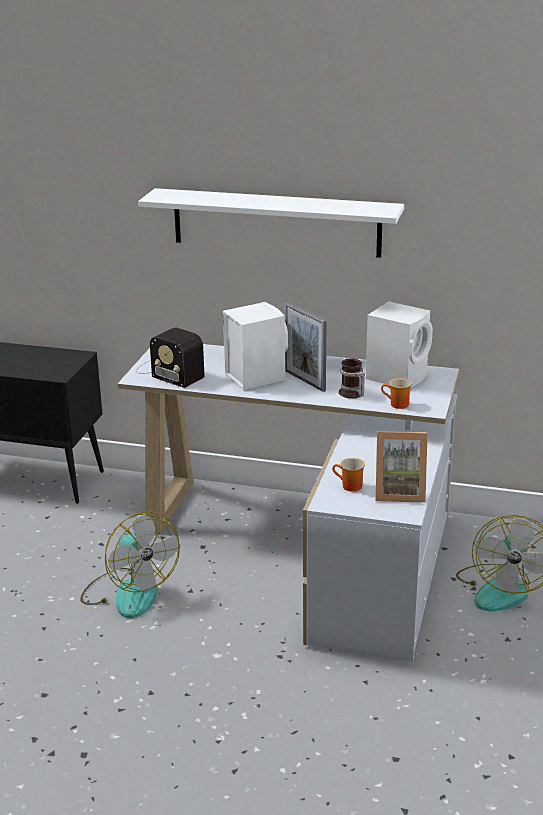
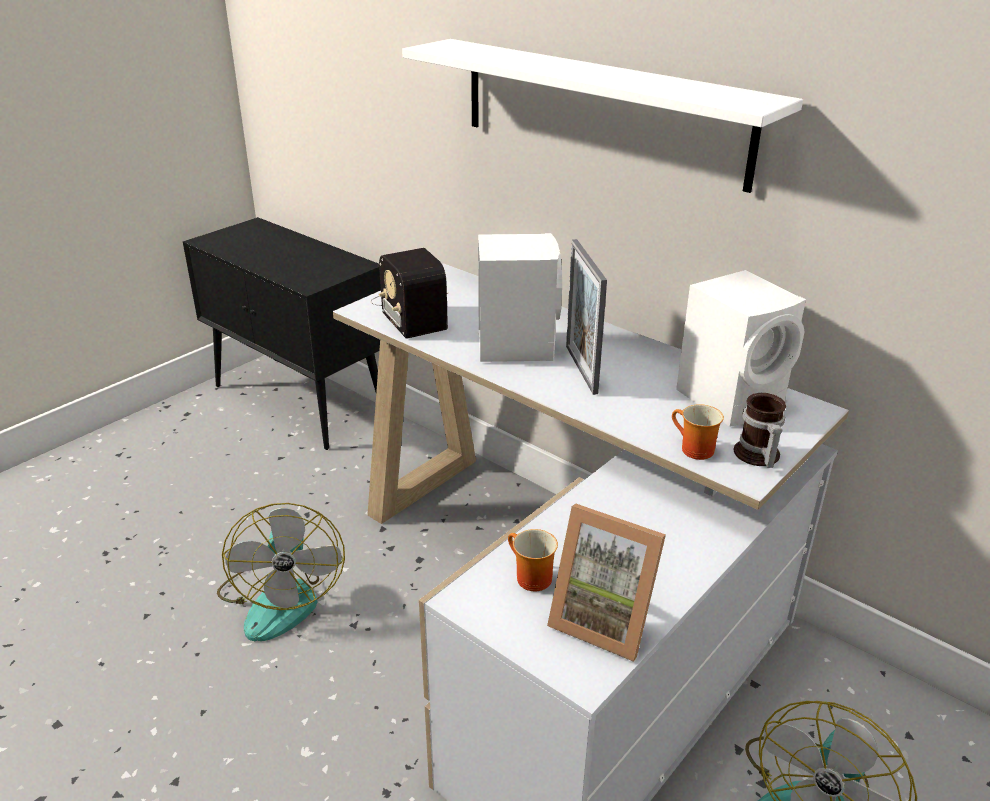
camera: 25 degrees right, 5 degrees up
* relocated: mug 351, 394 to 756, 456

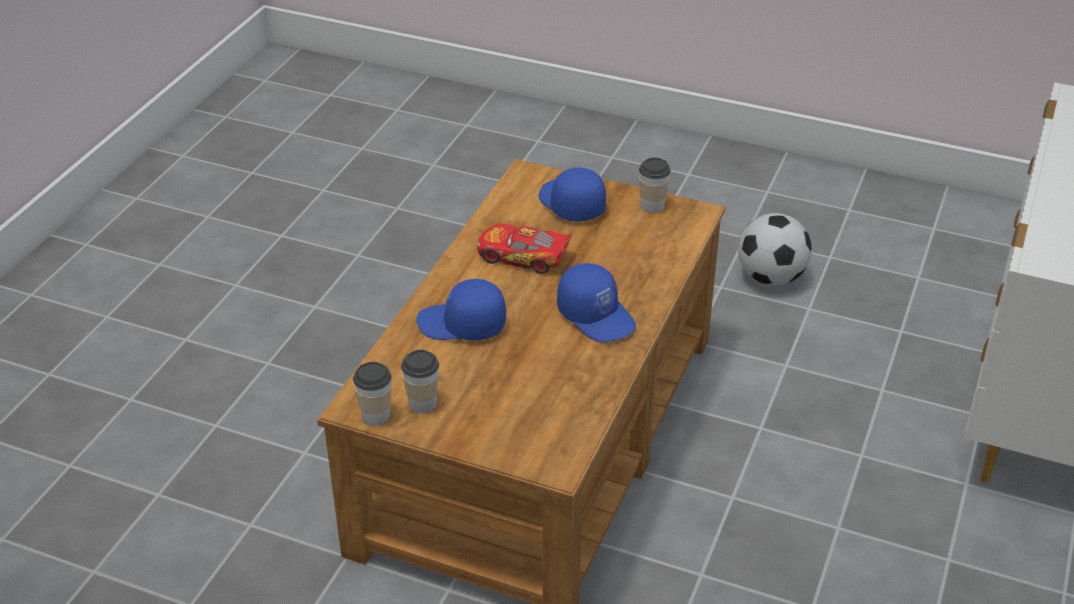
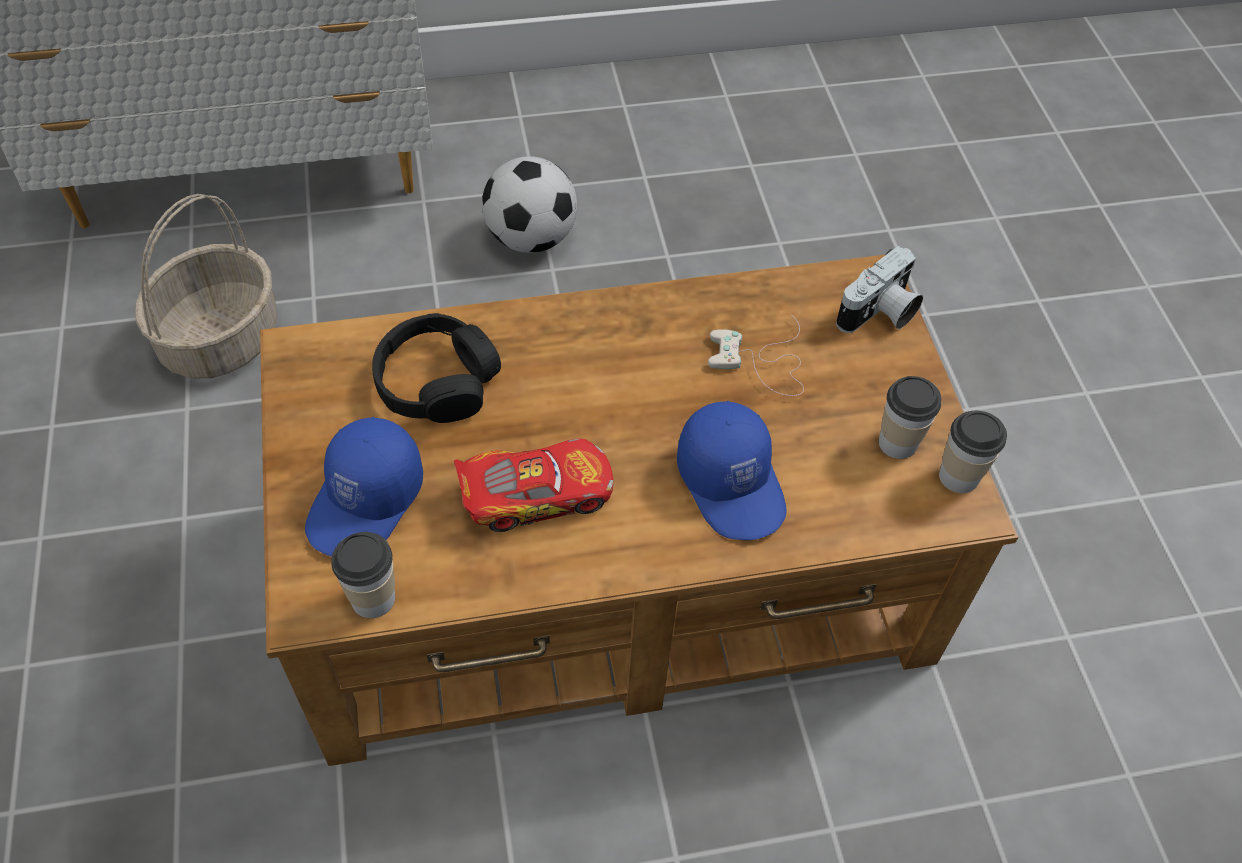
camera: 125 degrees left, 15 degrees up
* appeared: basket 220, 338
* relocated: cup 652, 206 to 373, 599
* appeared: black headphones 437, 382
* spun: toy car 523, 256 = 537, 494 90 degrees counterclockwise
* relocated: football 771, 277 to 531, 238
* appeared: white game controller 762, 362
* appeared: photo camera 879, 314
* missing: blue cap 597, 316

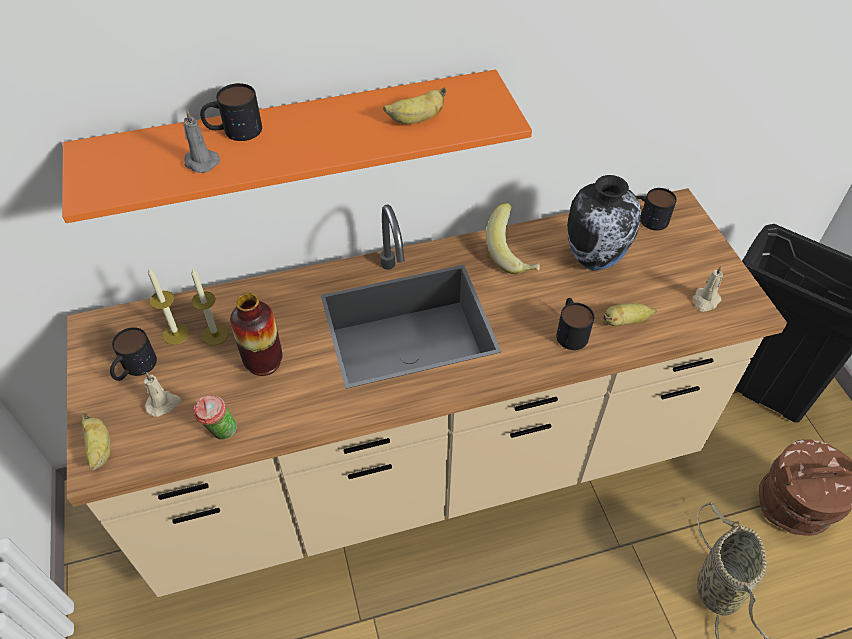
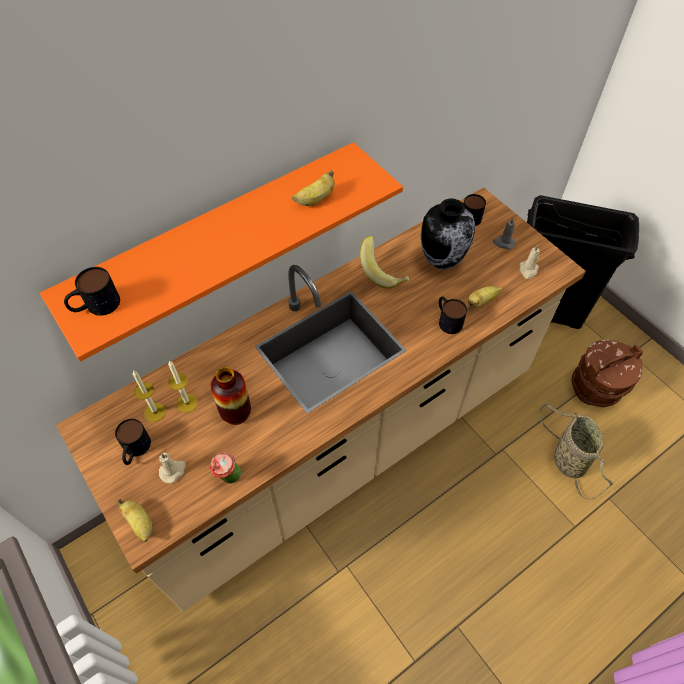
camera: 20 degrees left, 5 degrees up
* relocated: mug 234, 130 to 95, 306
* relocated: grey candle 200, 162 to 503, 243

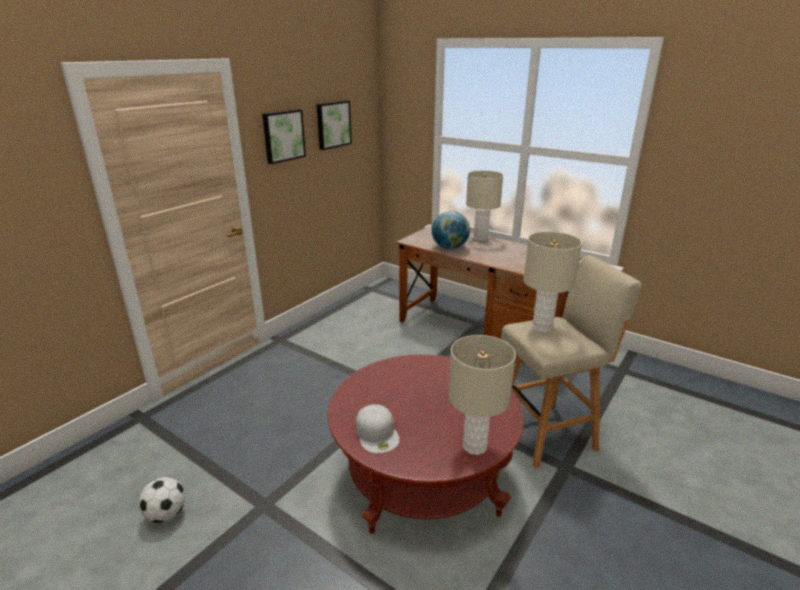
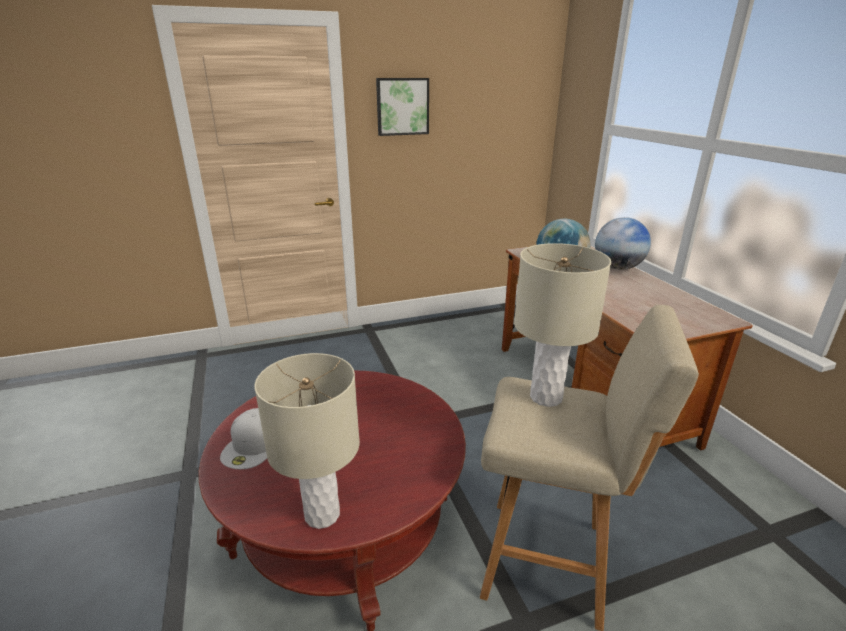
camera: 35 degrees right, 0 degrees up
* exchanged: beige table lamp 480, 238 to globe 617, 268
* missing: football 167, 514
* missing: picture 332, 124

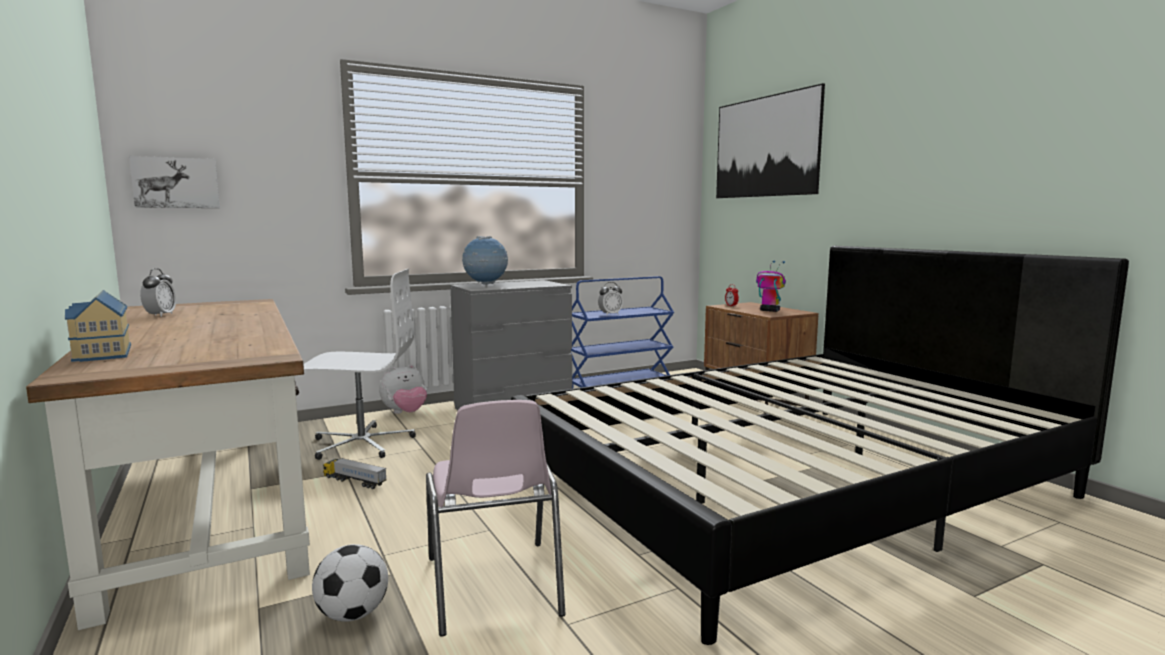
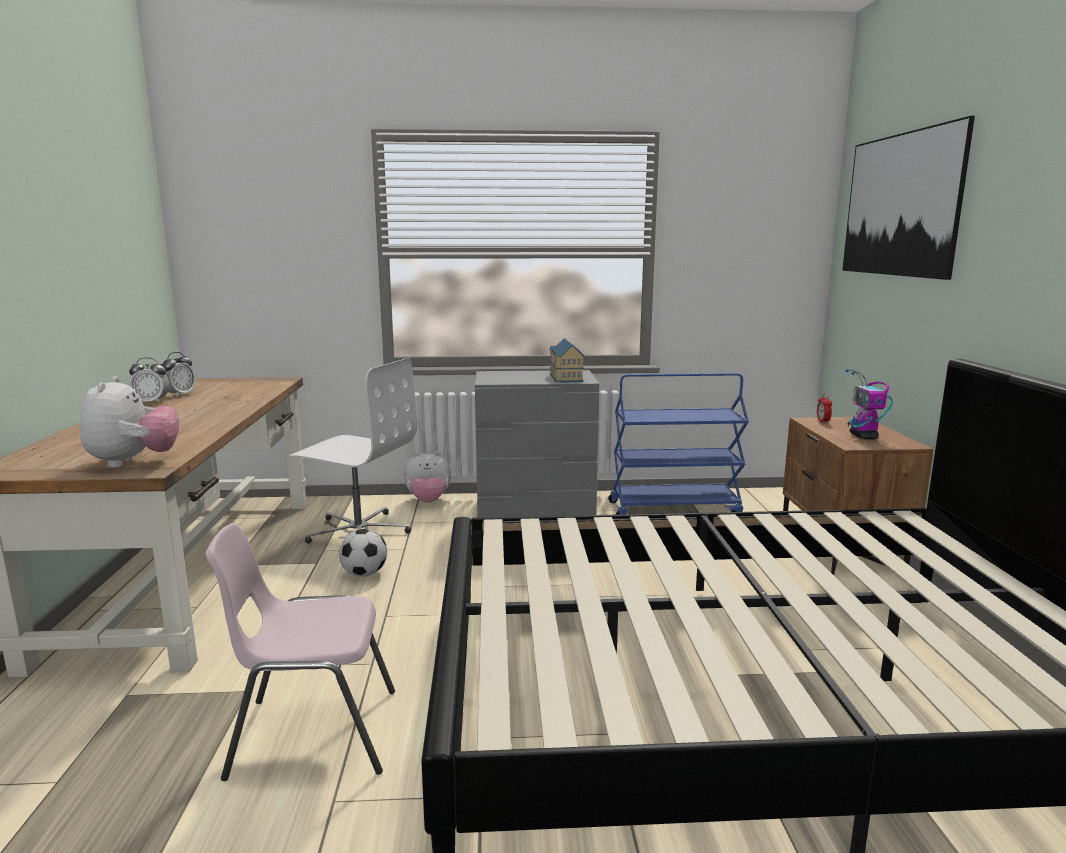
camera: 25 degrees right, 5 degrees up
* appeared: plush toy 133, 462
* relocated: alarm clock 610, 314 to 152, 402
* spun: pink chair 493, 587 = 312, 733 75 degrees clockwise
* relocated: football 352, 614 to 364, 574
* relocated: toy house 100, 353 to 564, 377
* spun: toy robot 769, 310 = 863, 437 150 degrees counterclockwise
* missing: picture 176, 183
* missing: toy truck 354, 481
* missing: globe 485, 284

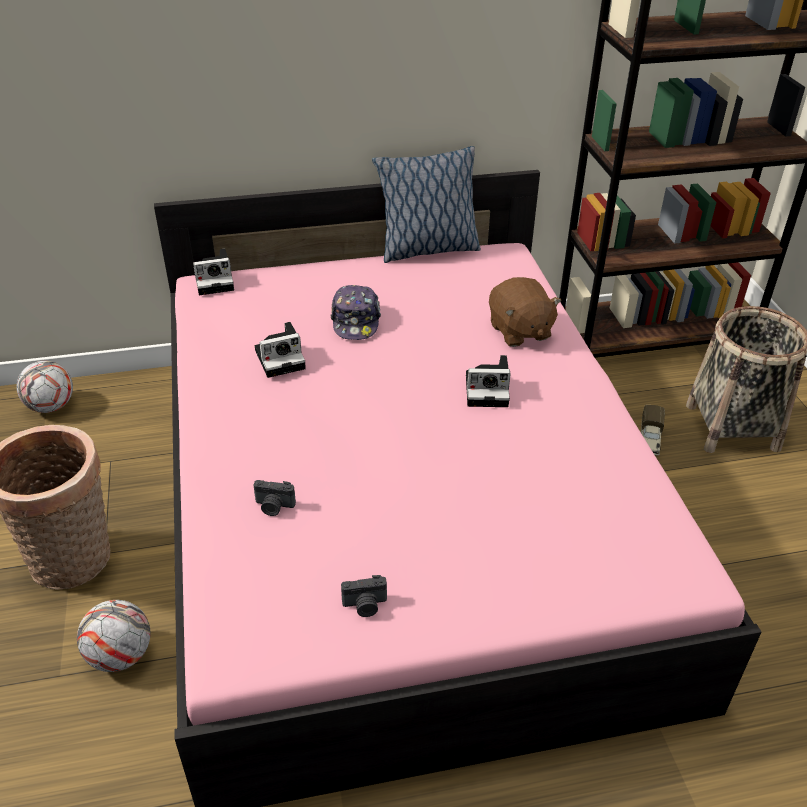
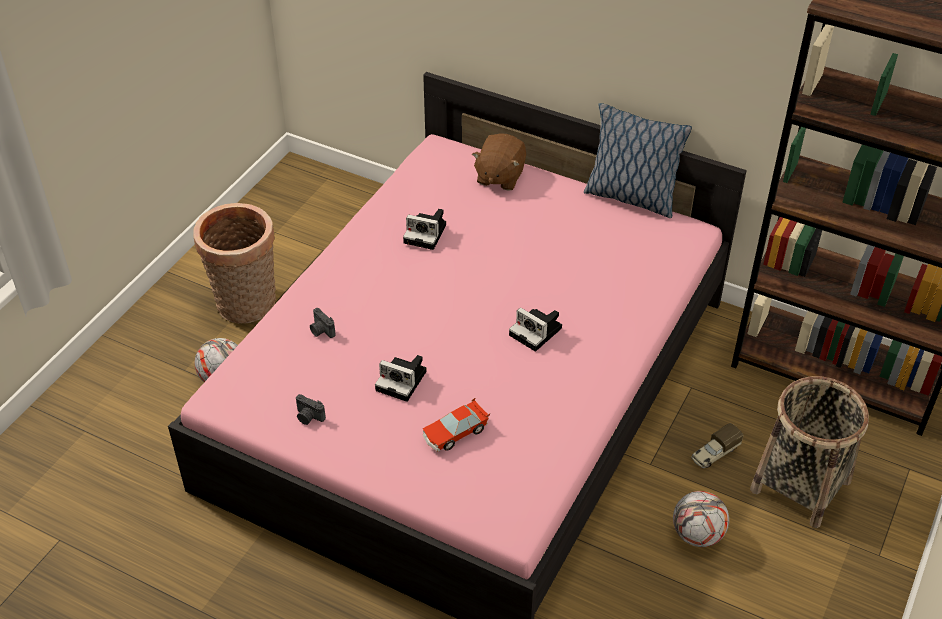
camera: 40 degrees right, 5 degrees up
* relocated: photo camera 216, 281 to 403, 381
* appeared: toy car 455, 433
* relocated: brown plush toy 519, 331 to 499, 177
* relocated: football 51, 406 to 697, 535
* missing: cap 356, 321

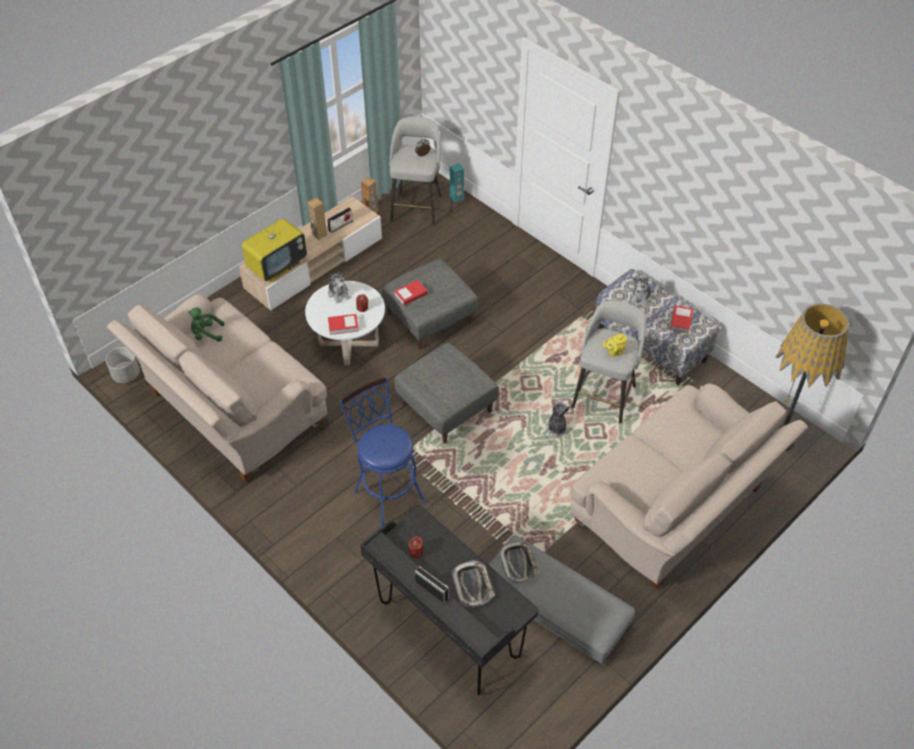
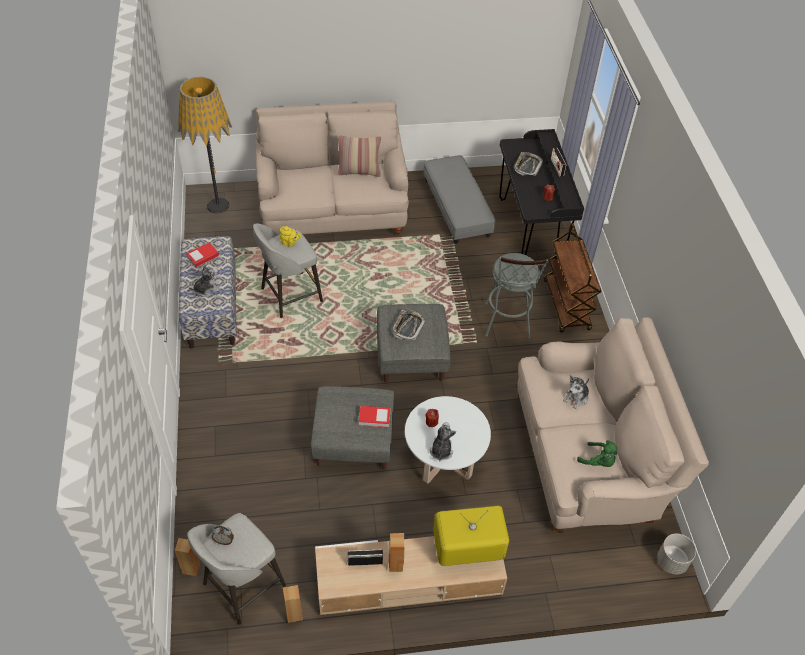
camera: 145 degrees left, 0 degrees up
* colour: turquoise speaker 456, 198 to brown speaker 191, 568
* appeared: pillow 359, 171
* relocated: tray 518, 563 to 408, 327
* colour: blue stool 386, 493 to grey stool 507, 324
* appeared: brown cart 566, 305
* relocated: plush toy 556, 427 to 576, 398
* missing: book 343, 326

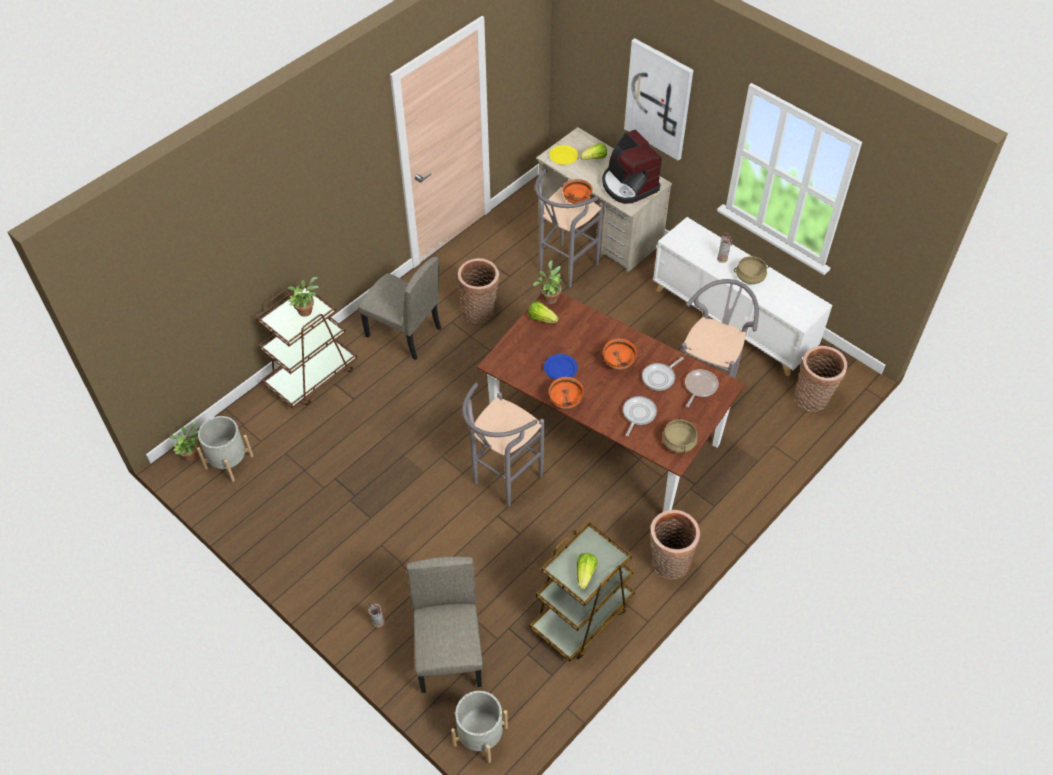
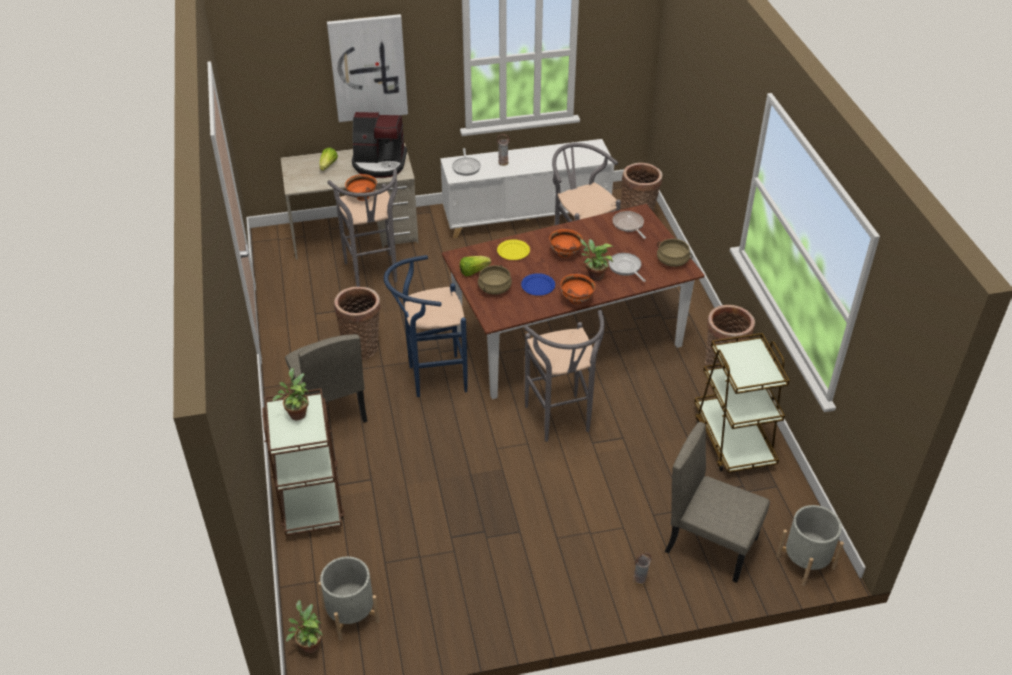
camera: 55 degrees left, 10 degrees down
* spun: beige chair 403, 332 = 330, 407 90 degrees clockwise
* appeared: blue stool 431, 378
* relocated: frying pan 660, 377 to 466, 167
* relocated: beige cooking pot 750, 276 to 494, 288
* relocated: yellow plate 563, 156 to 513, 251
* relocated: potted plant 549, 297 to 594, 276
* missing: lettuce 585, 574

